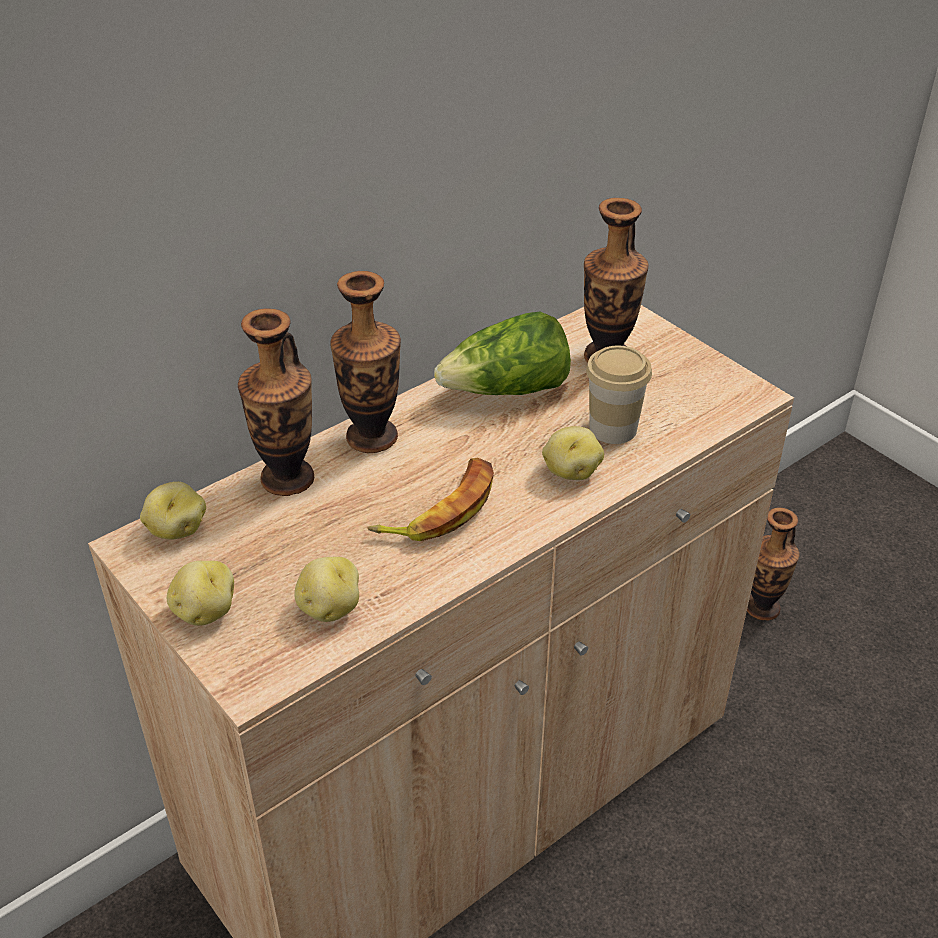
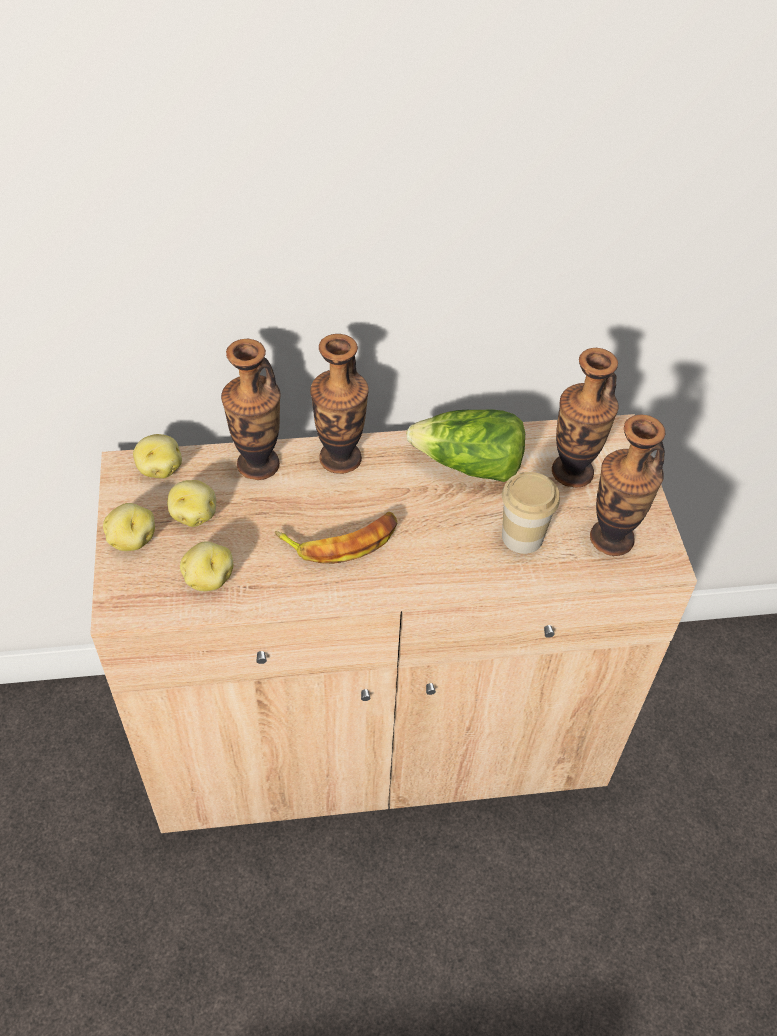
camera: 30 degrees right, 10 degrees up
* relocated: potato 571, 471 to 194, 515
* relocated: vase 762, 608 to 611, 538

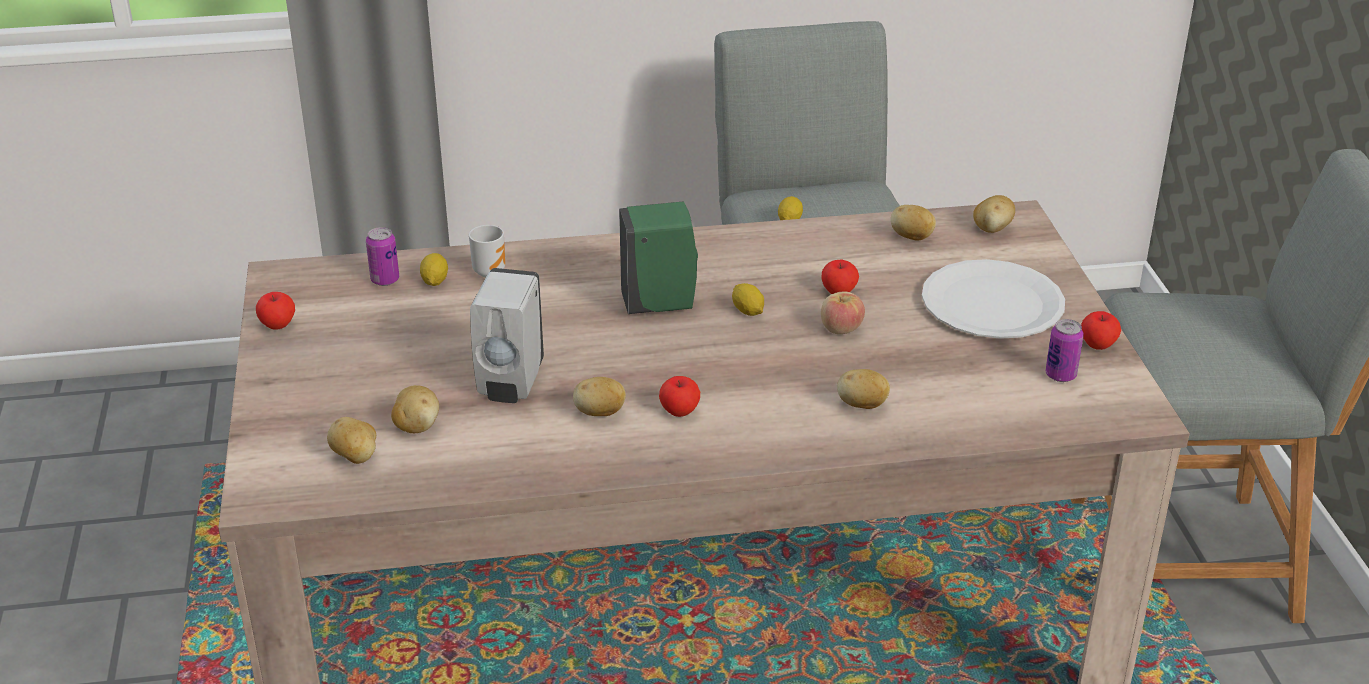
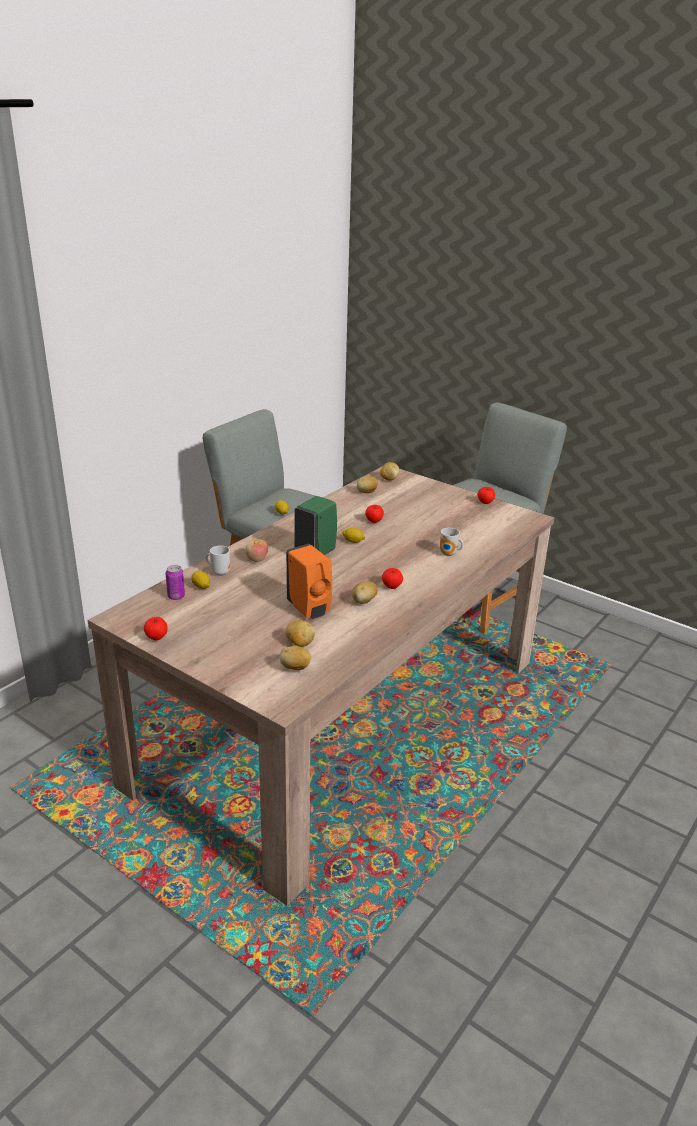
camera: 45 degrees left, 5 degrees down
* relocated: apple 841, 329 to 256, 559
* colour: white soap dispenser 510, 384 to orange soap dispenser 309, 609
* exchanged: potato 862, 405 to mug 449, 554
* missing: white plate 992, 303
* missing: can 1060, 375

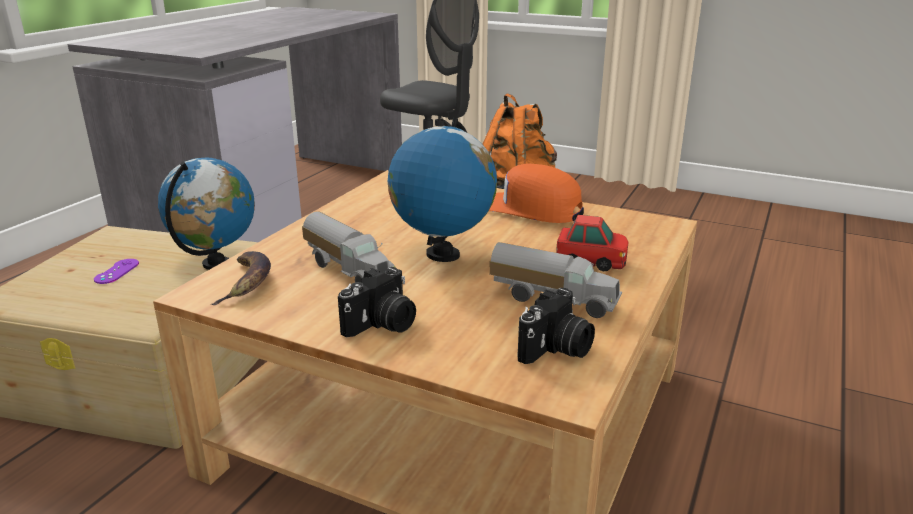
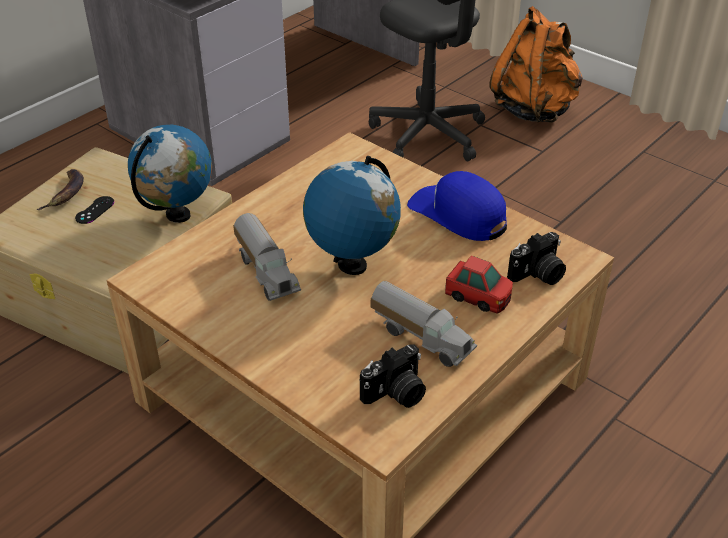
camera: 15 degrees right, 15 degrees up
* relocated: banana 247, 282 to 66, 193
* colour: purple game controller 117, 271 to black game controller 95, 210
* colour: orange cap 528, 209 to blue cap 458, 214
* relocated: photo camera 382, 325 to 538, 275

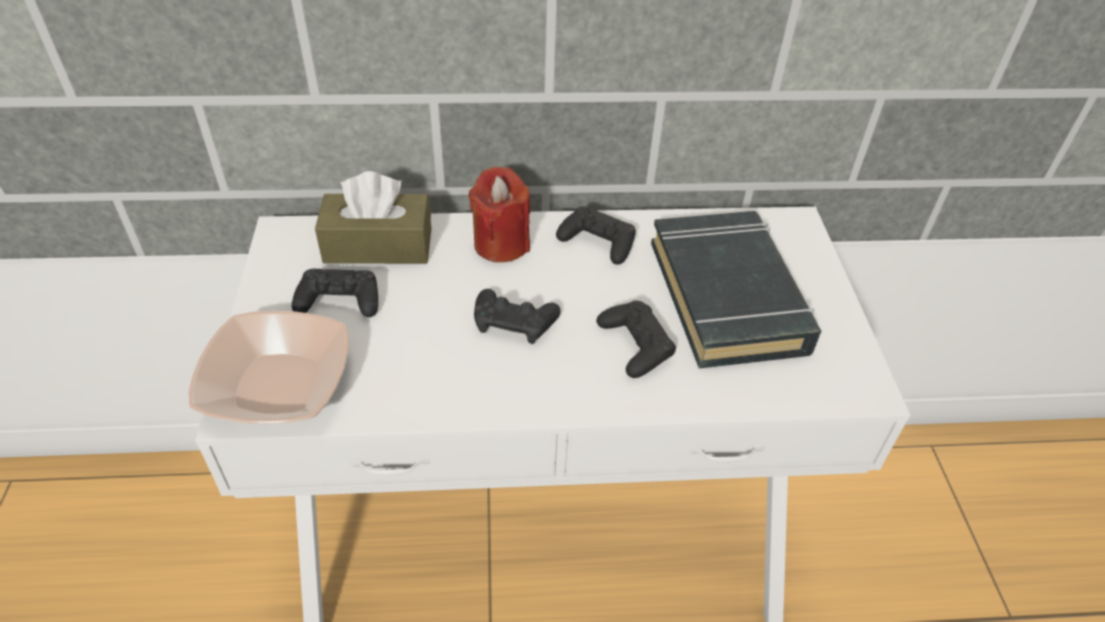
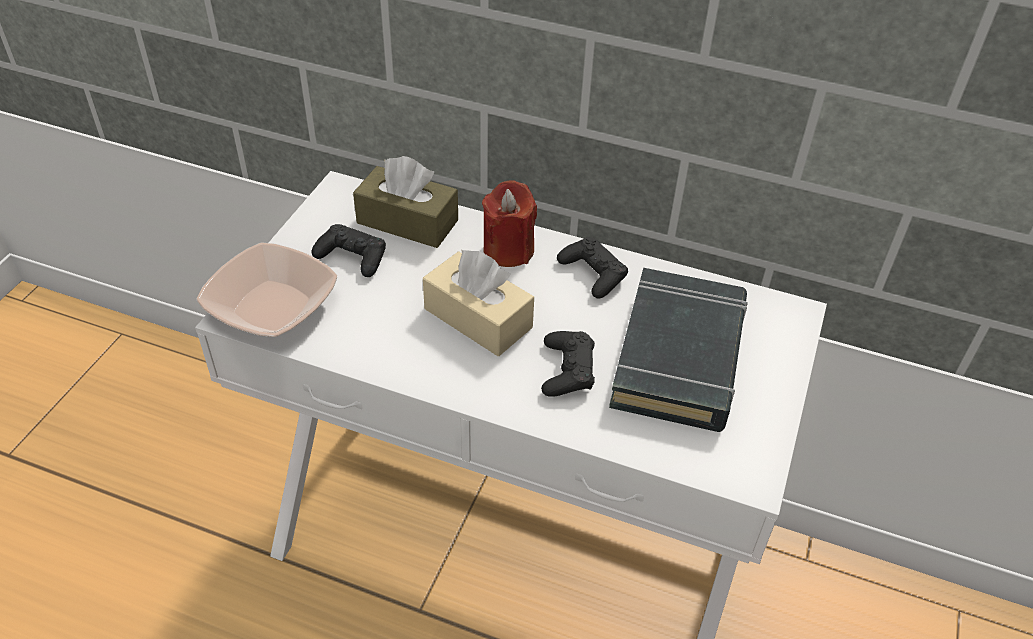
camera: 25 degrees right, 0 degrees up
* exchanged: black game controller 514, 322 to beige tissue box 478, 318

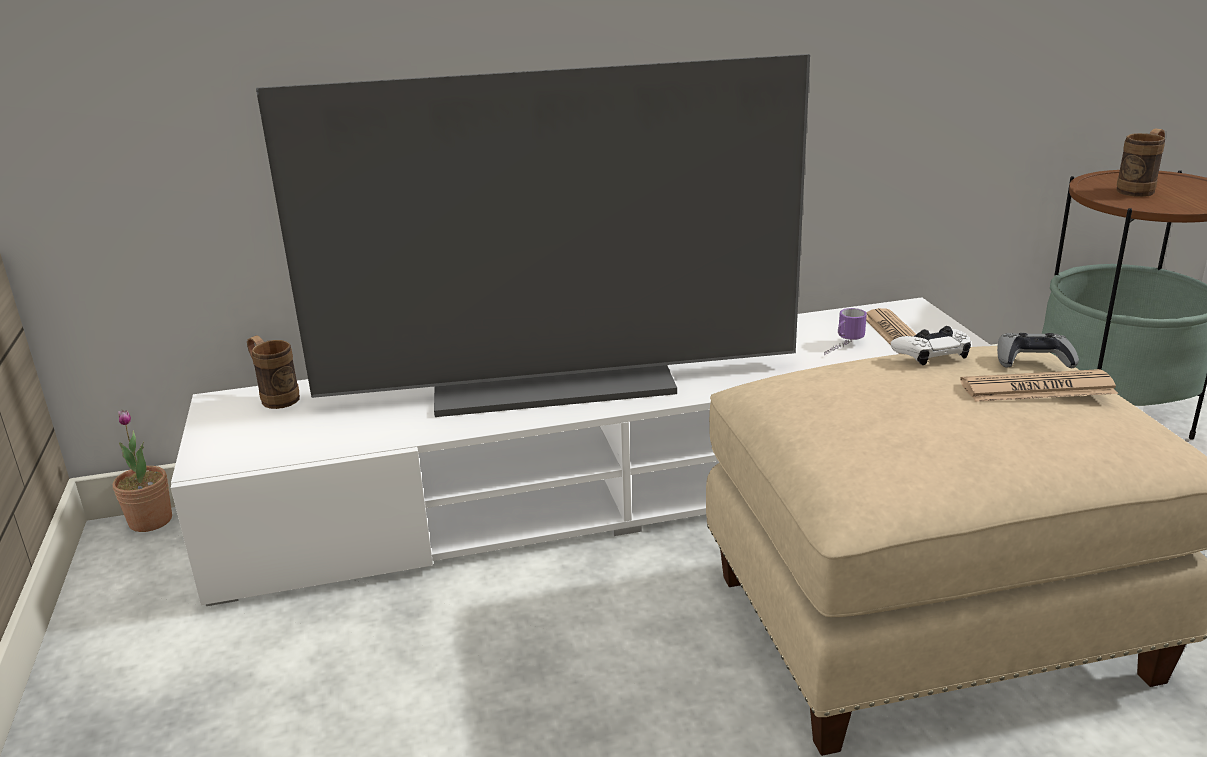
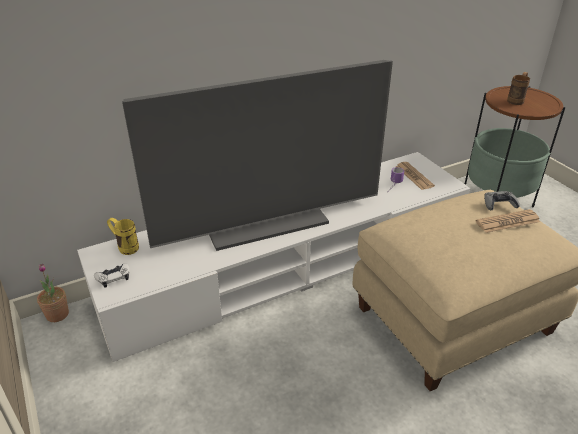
camera: 15 degrees left, 10 degrees up
* relocated: white game controller 931, 353 to 113, 277
* colour: brown mug 275, 397 to yellow mug 125, 247

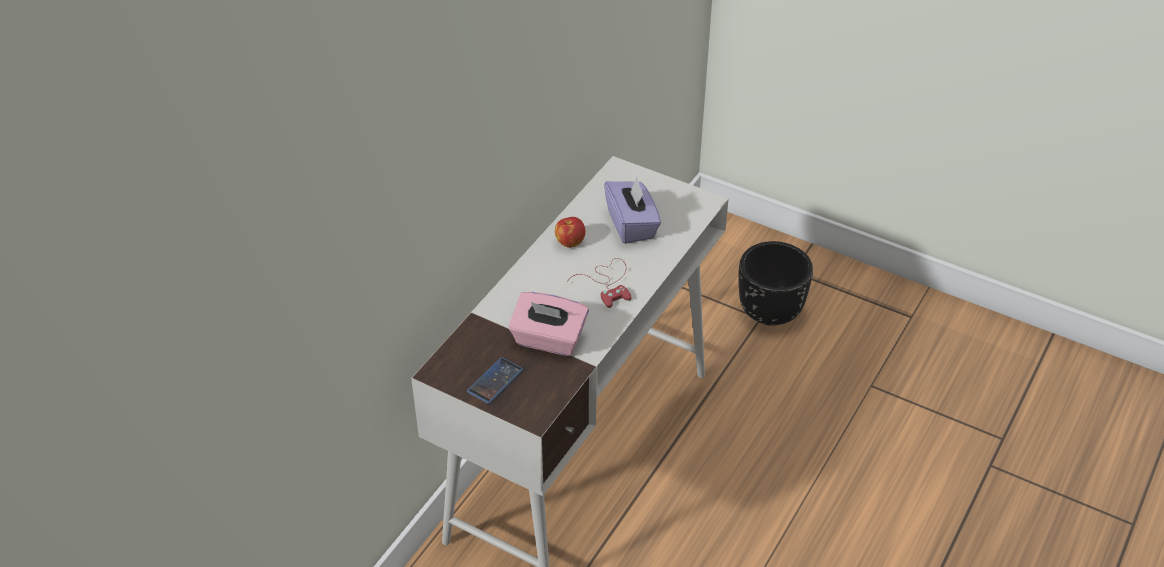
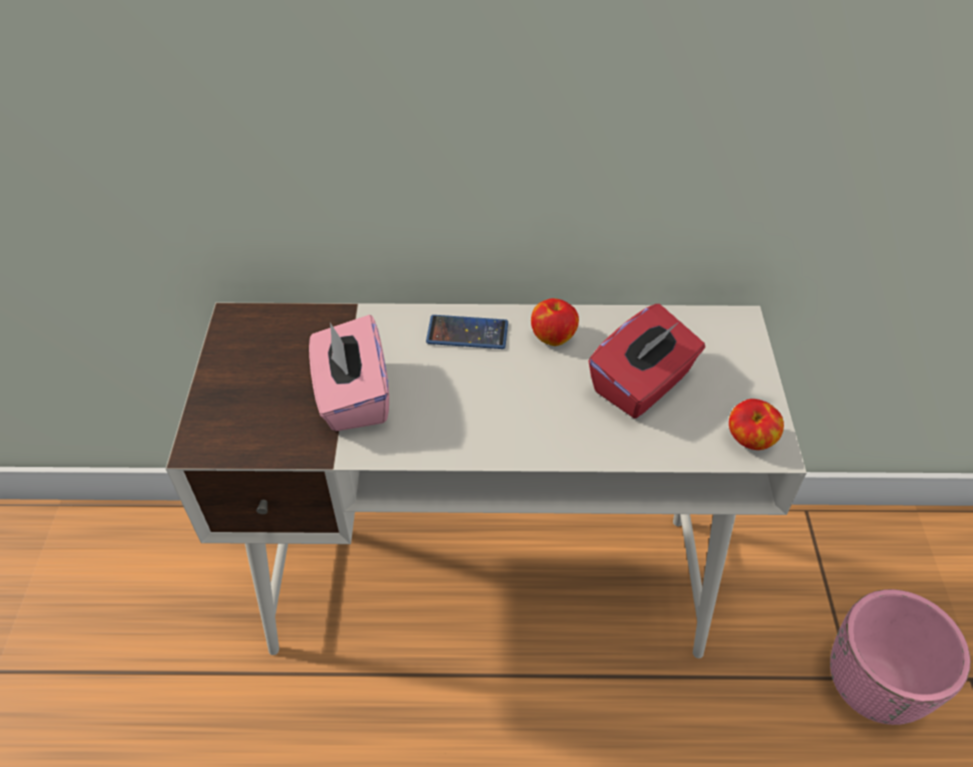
camera: 60 degrees right, 5 degrees up
* relocated: phone 495, 381 to 467, 333
* colour: purple tissue box 632, 225 to red tissue box 642, 384
* appeared: apple 749, 440
* colour: black planter 770, 312 to pink planter 872, 686
* missing: red game controller 608, 283

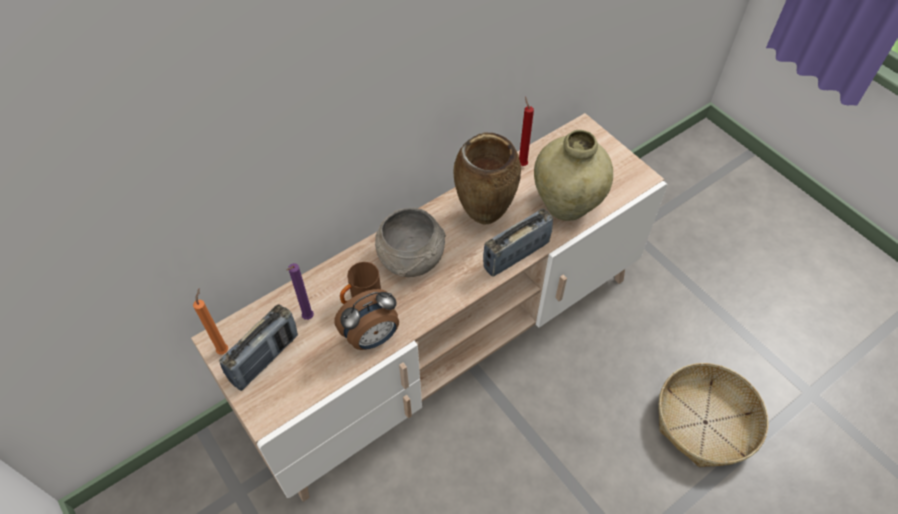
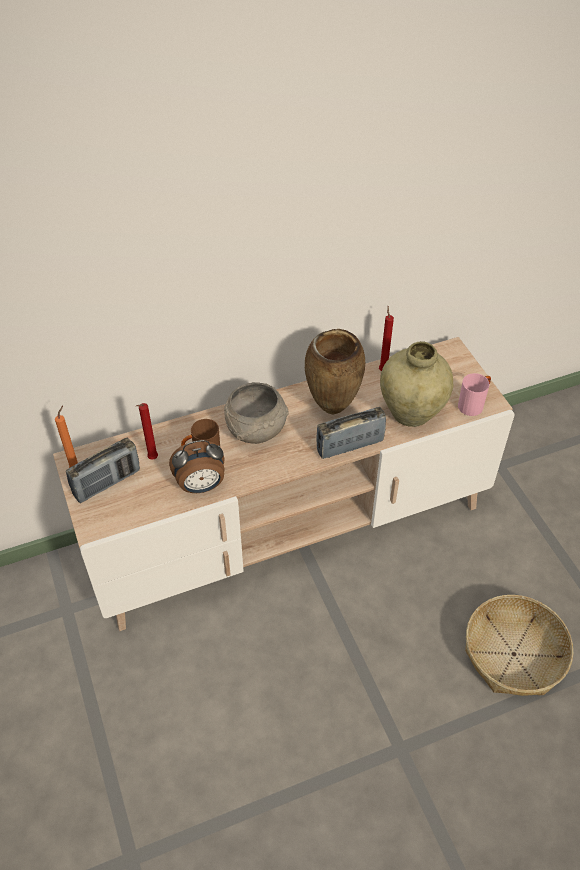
camera: 15 degrees right, 5 degrees down
* colour: purple candle 307, 318 to red candle 152, 459
* appeared: pink mug 473, 404

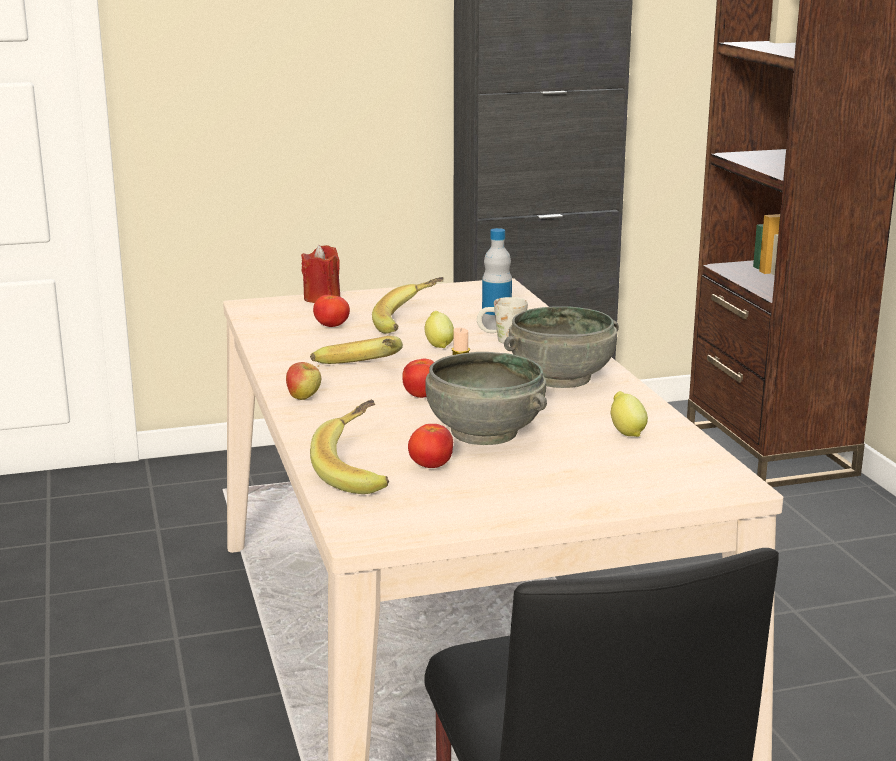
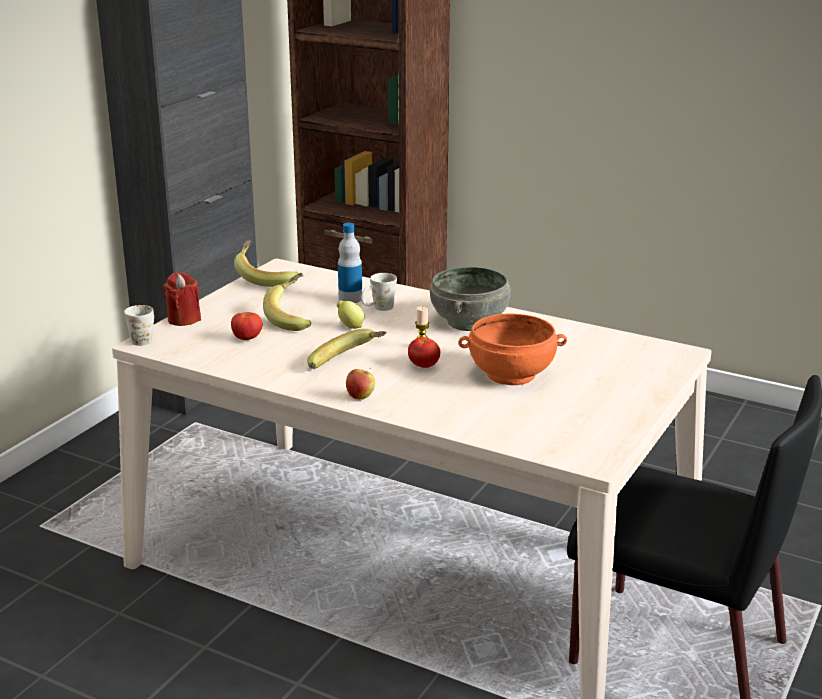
camera: 45 degrees left, 5 degrees up
* appeared: white mug 145, 338
* relocated: banana 361, 472 to 266, 278
* colour: grey bowl 483, 433 to orange bowl 511, 375
* missing: tomato 431, 466
* missing: lemon 626, 432

